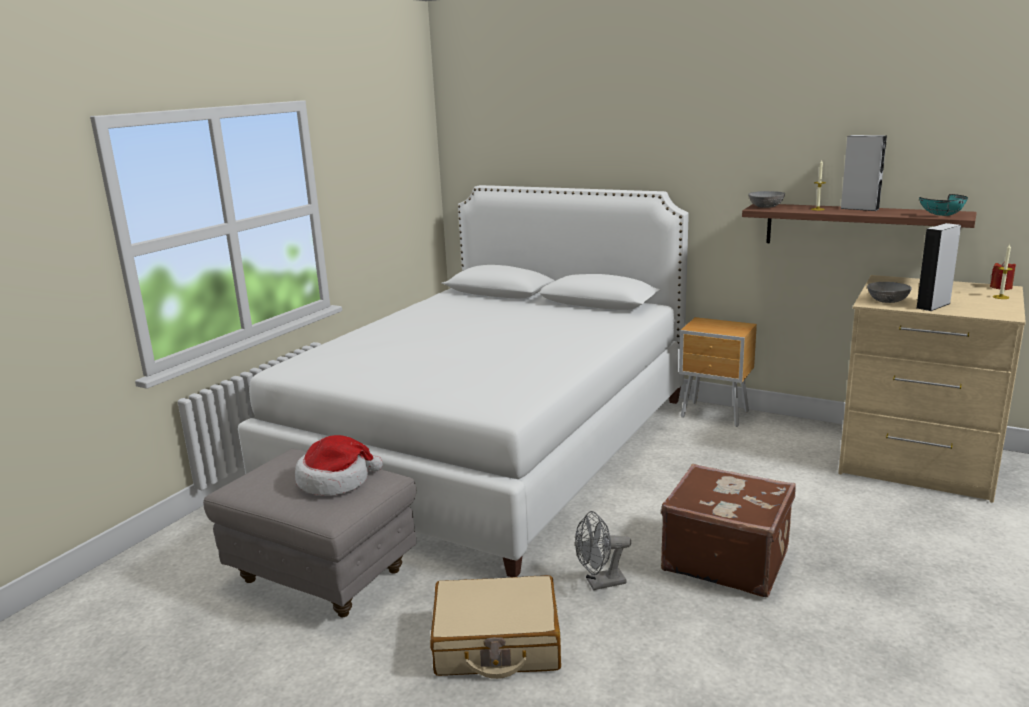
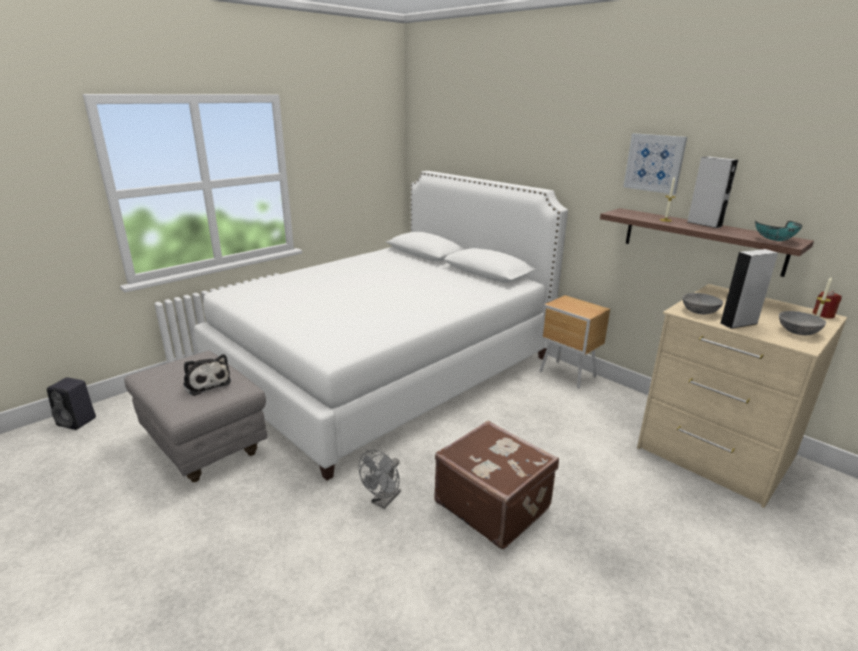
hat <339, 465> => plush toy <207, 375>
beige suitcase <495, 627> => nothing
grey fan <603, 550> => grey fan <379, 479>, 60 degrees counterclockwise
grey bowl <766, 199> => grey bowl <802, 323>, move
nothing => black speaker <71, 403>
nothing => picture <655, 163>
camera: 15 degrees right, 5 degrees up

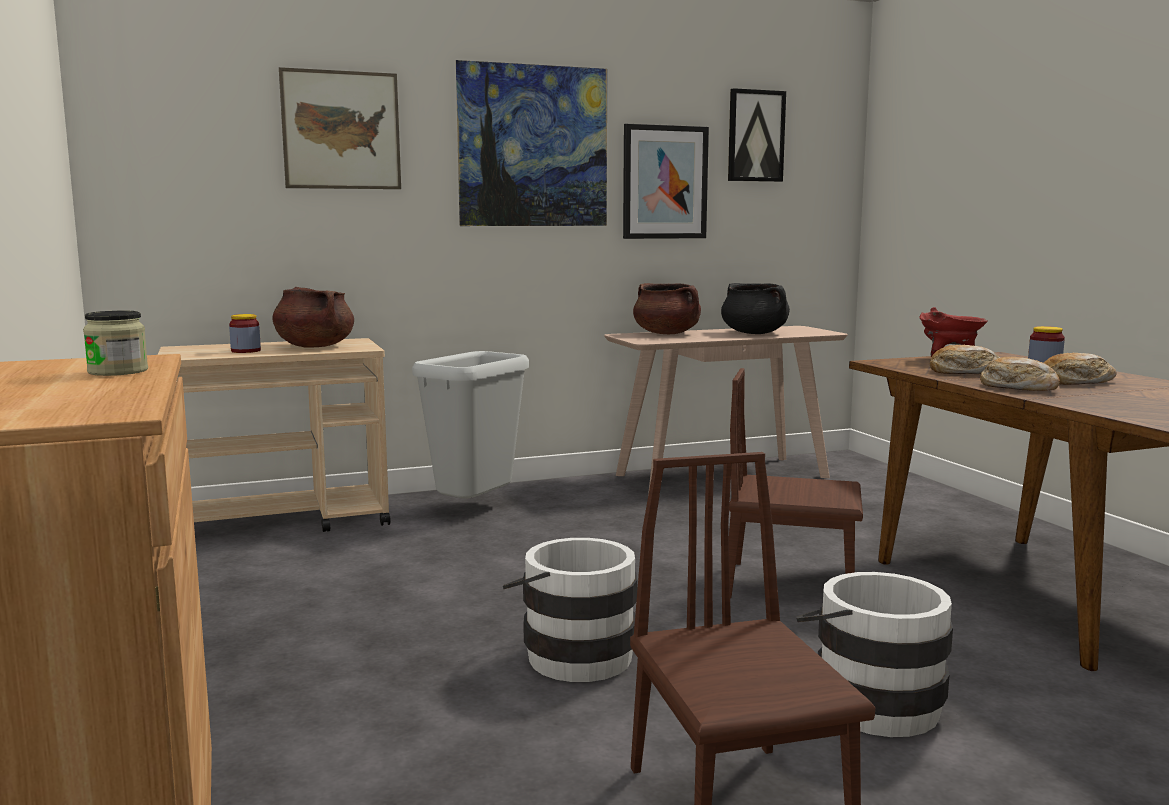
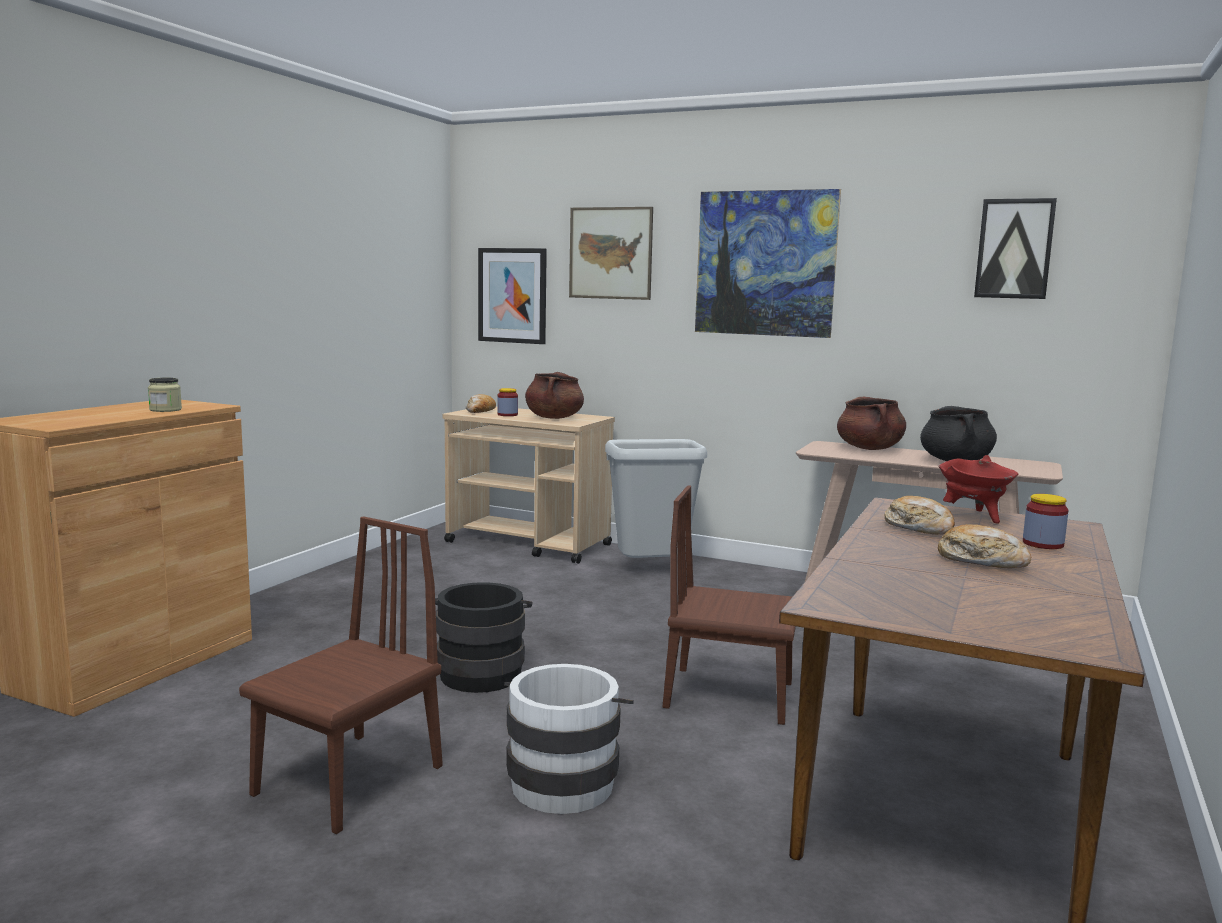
white bucket <570, 610> => black bucket <483, 637>
picture <666, 181> => picture <512, 296>, move
brown chair <796, 483> => brown chair <729, 605>, 45 degrees counterclockwise
bread <1020, 374> => bread <481, 403>, move
camera: 45 degrees right, 0 degrees up

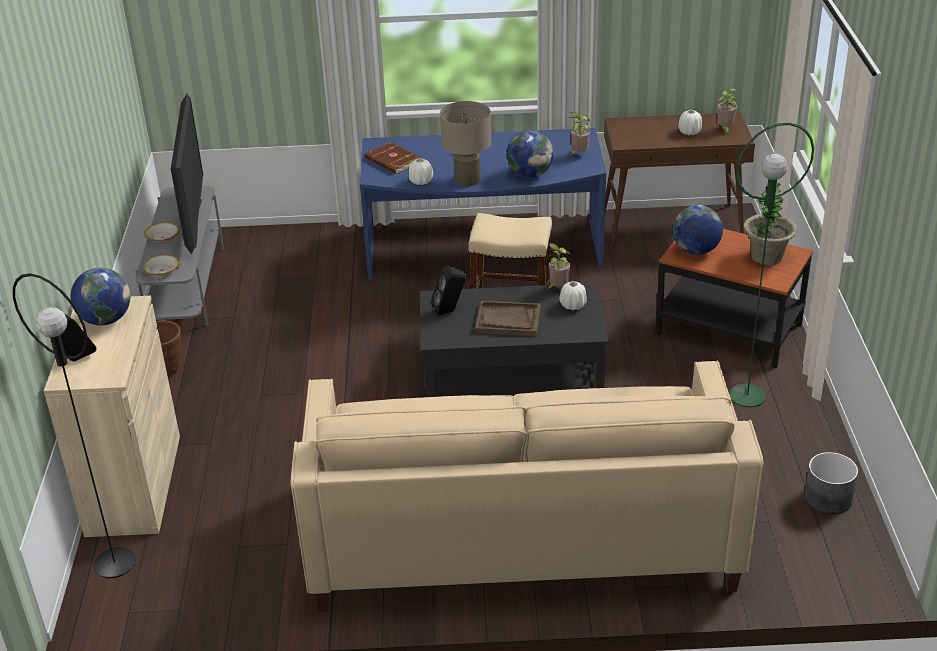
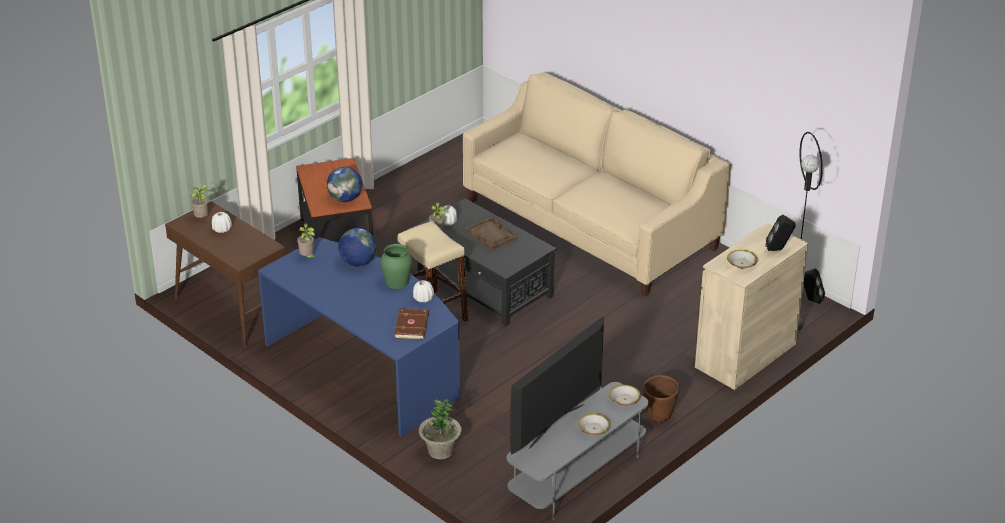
globe <100, 296> => bowl <742, 259>
black speaker <448, 290> => black speaker <814, 286>, move
beige table lamp <465, 144> => green vase <396, 266>
green floor lamp <771, 265> => nothing
potted plant <770, 224> => potted plant <440, 429>, move
grey planter <831, 483> => nothing
camera: 135 degrees left, 0 degrees up

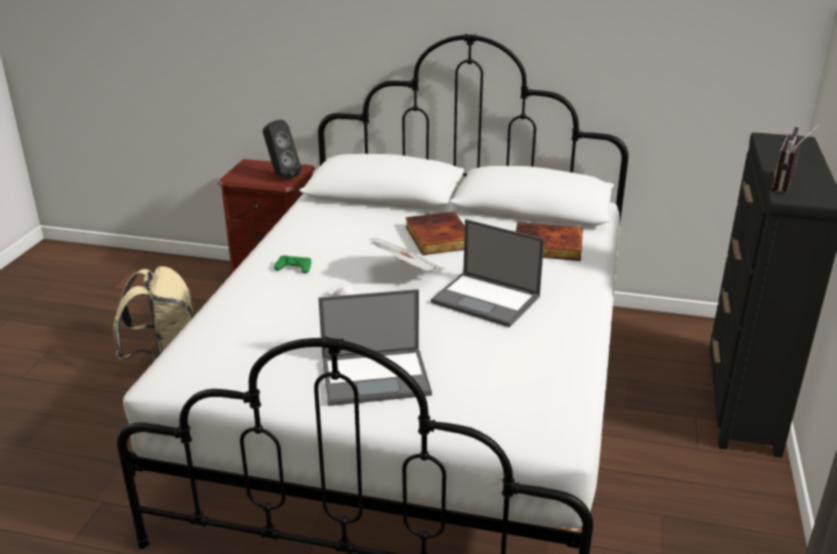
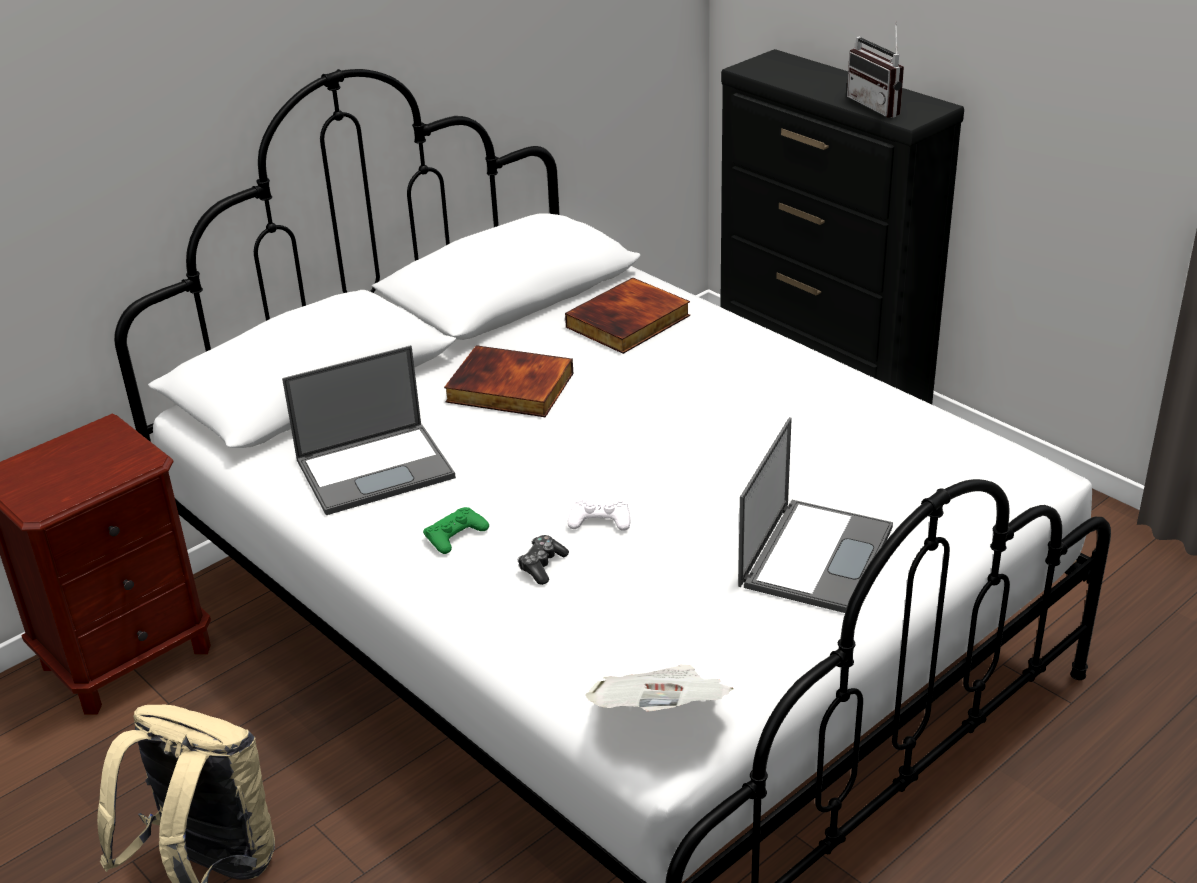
black speaker <282, 150> => nothing
newspaper <407, 255> => newspaper <660, 688>, move
laptop <487, 273> => laptop <369, 430>, move
nothing => game controller <543, 560>
camera: 55 degrees left, 5 degrees up

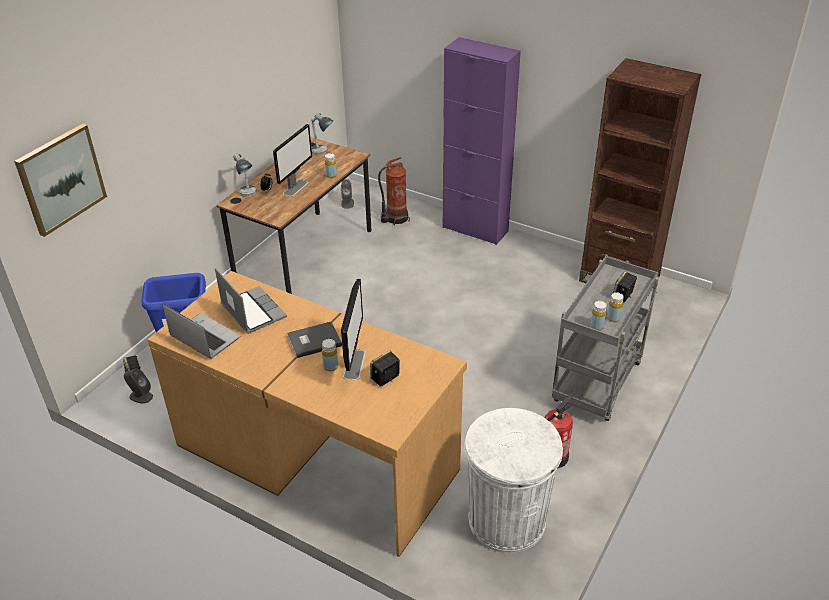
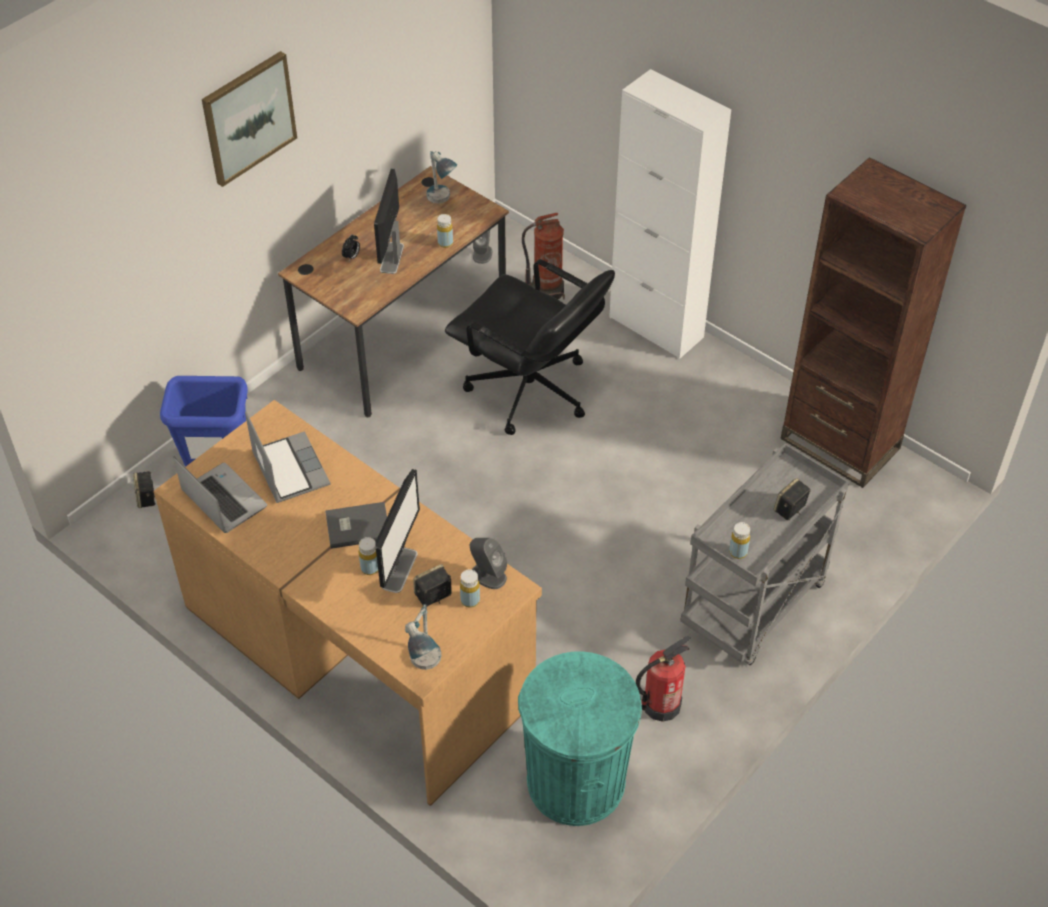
picture <60, 180> => picture <249, 119>, move
grey speaker <138, 386> => grey speaker <489, 563>, move
table lamp <245, 175> => table lamp <423, 637>, move
monitor <292, 160> => monitor <389, 221>, 150 degrees clockwise
purple cabinet <482, 141> => white cabinet <670, 214>
white trash can <513, 480> => turquoise trash can <580, 738>
yellow bottle <615, 307> => yellow bottle <470, 588>, move
nothing => black office chair <530, 347>
camera: 10 degrees right, 10 degrees up

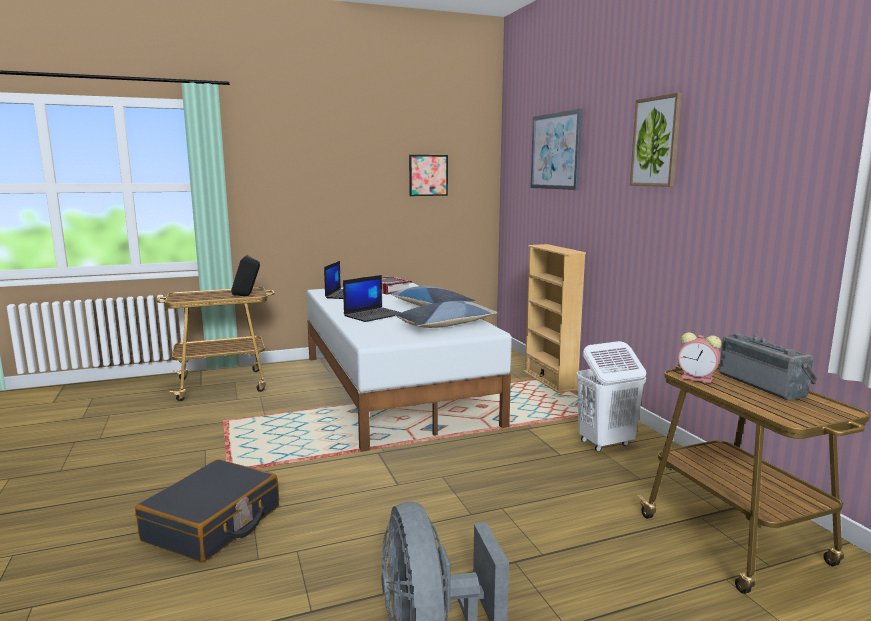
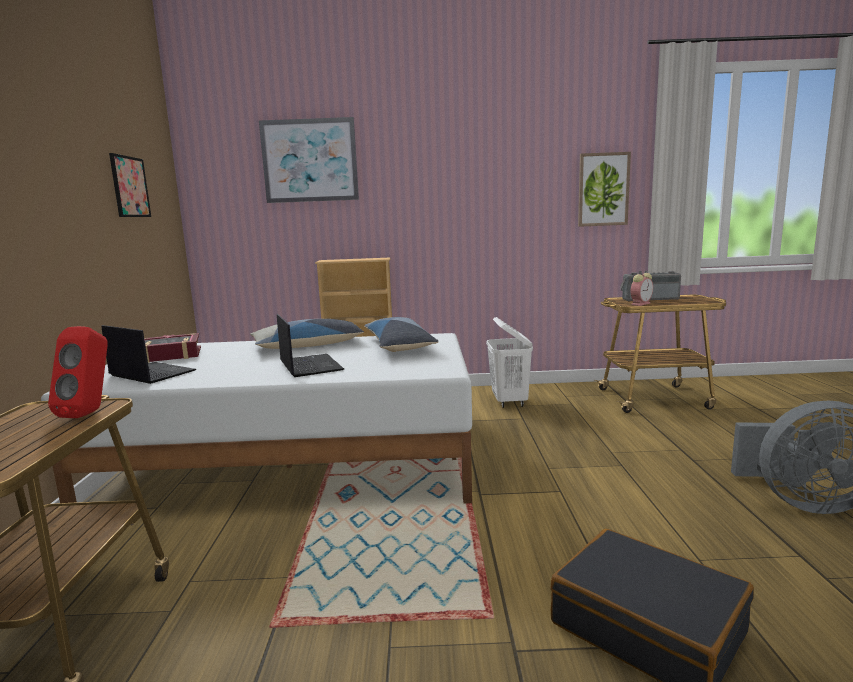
black speaker <245, 275> => red speaker <78, 372>
picture <656, 140> => picture <604, 189>, move
camera: 70 degrees left, 0 degrees up

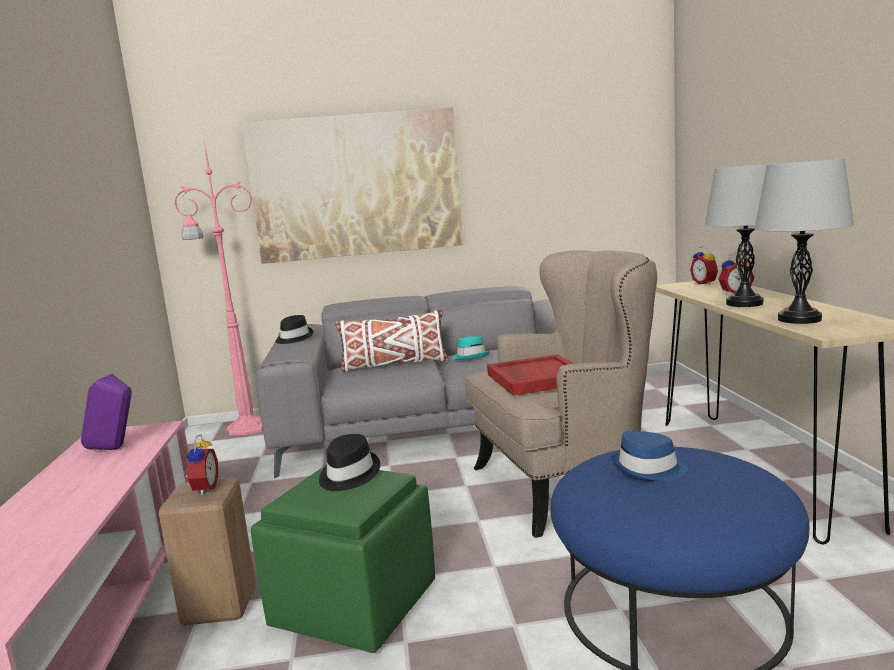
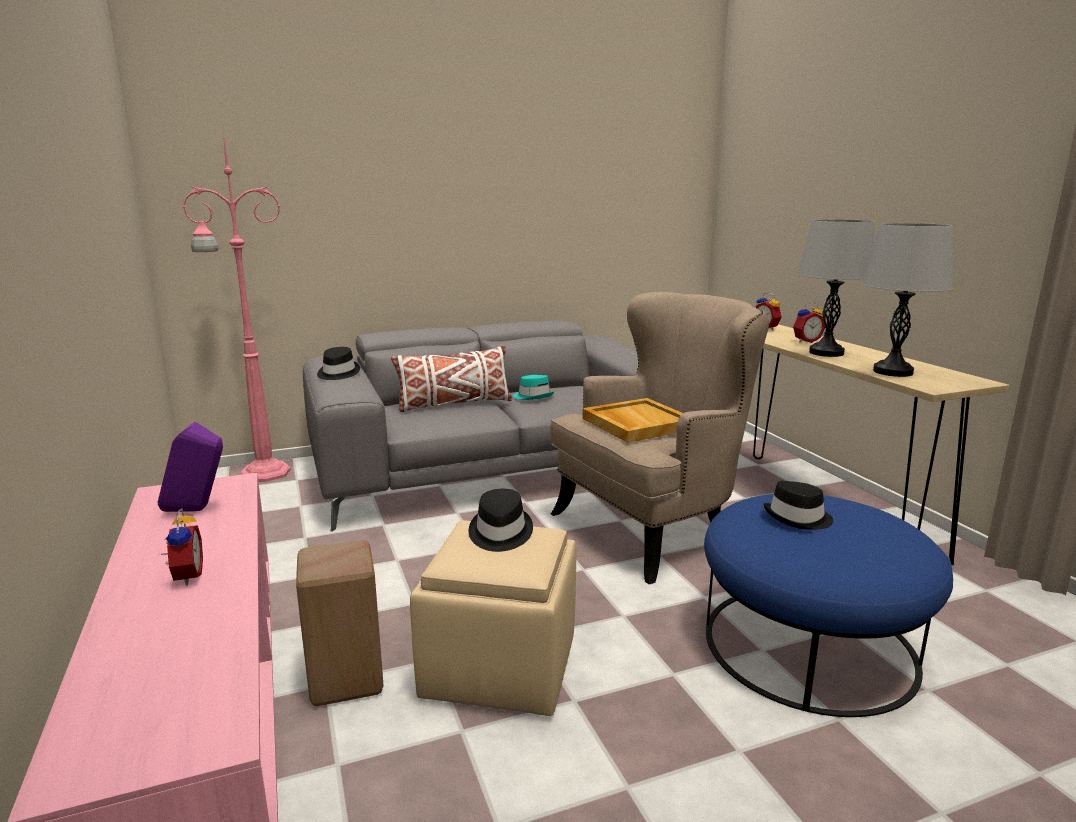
alarm clock <201, 465> => alarm clock <182, 547>, move
picture <352, 185> => nothing
green ottoman <343, 558> => beige ottoman <493, 618>
red tray <531, 375> => beige tray <632, 420>
blue hat <649, 456> => black hat <798, 505>
camera: 15 degrees left, 5 degrees up

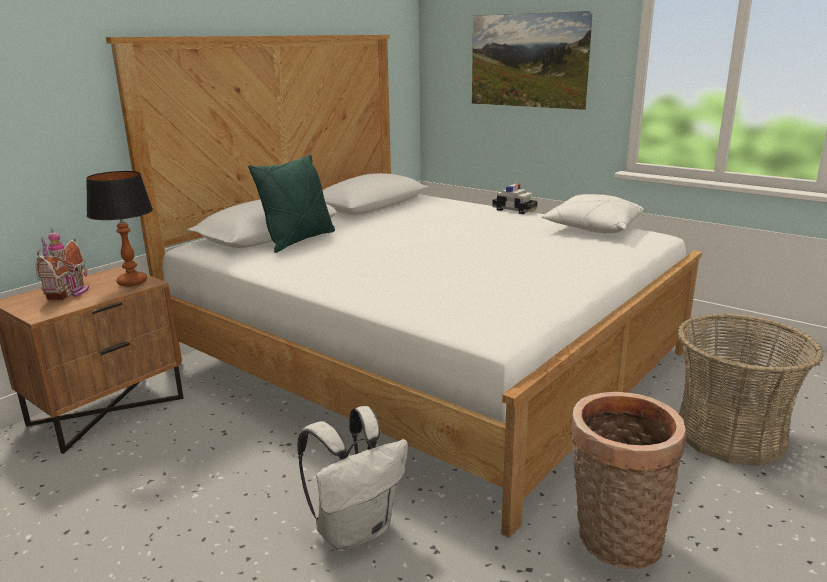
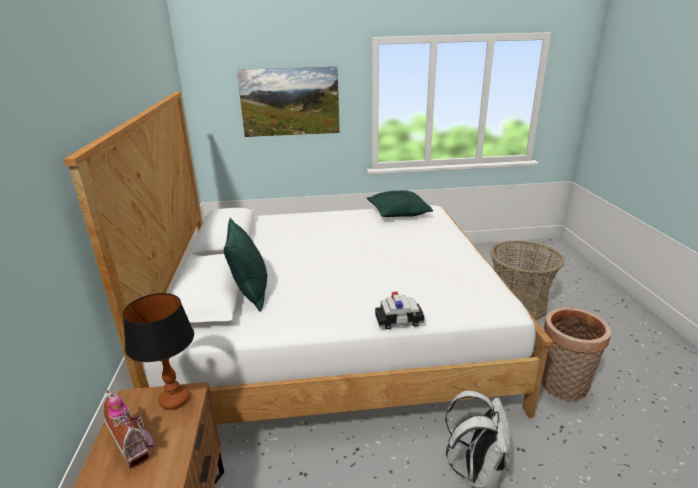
toy car <515, 198> => toy car <400, 310>, move
white pillow <592, 213> => green pillow <400, 203>
camera: 45 degrees left, 5 degrees up

